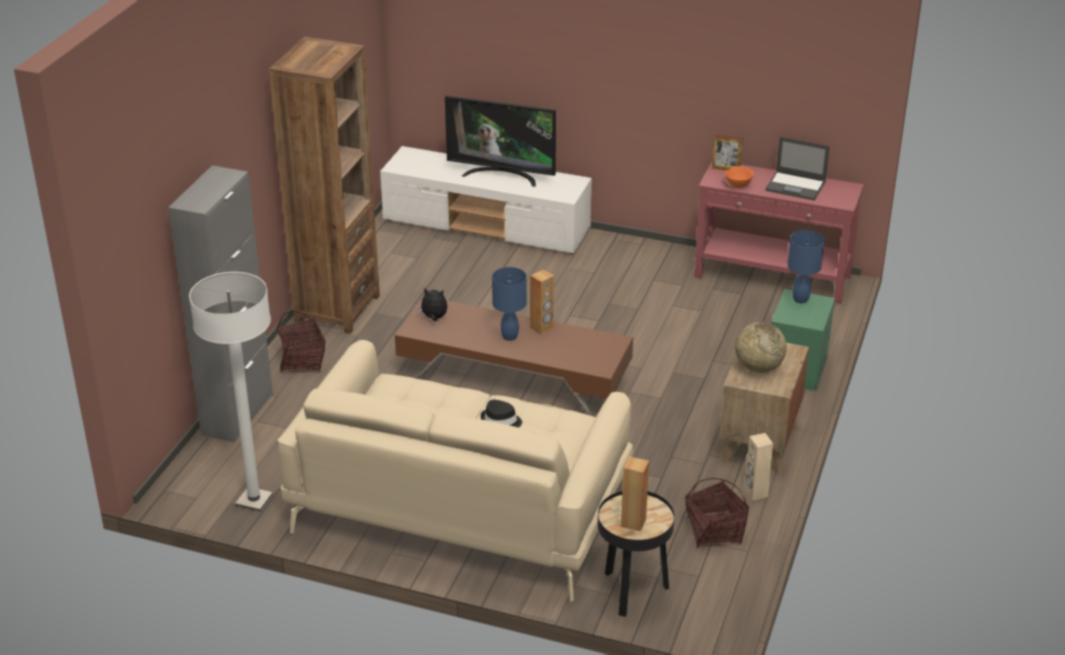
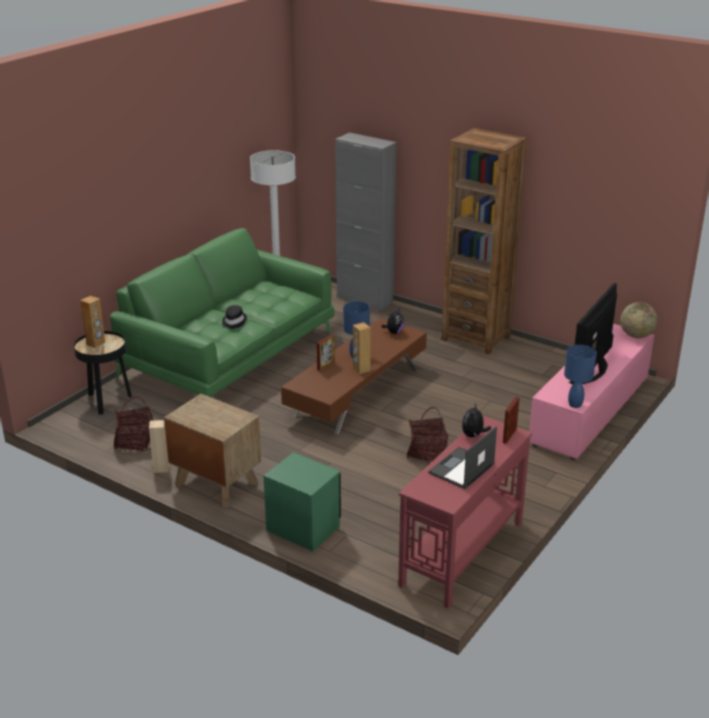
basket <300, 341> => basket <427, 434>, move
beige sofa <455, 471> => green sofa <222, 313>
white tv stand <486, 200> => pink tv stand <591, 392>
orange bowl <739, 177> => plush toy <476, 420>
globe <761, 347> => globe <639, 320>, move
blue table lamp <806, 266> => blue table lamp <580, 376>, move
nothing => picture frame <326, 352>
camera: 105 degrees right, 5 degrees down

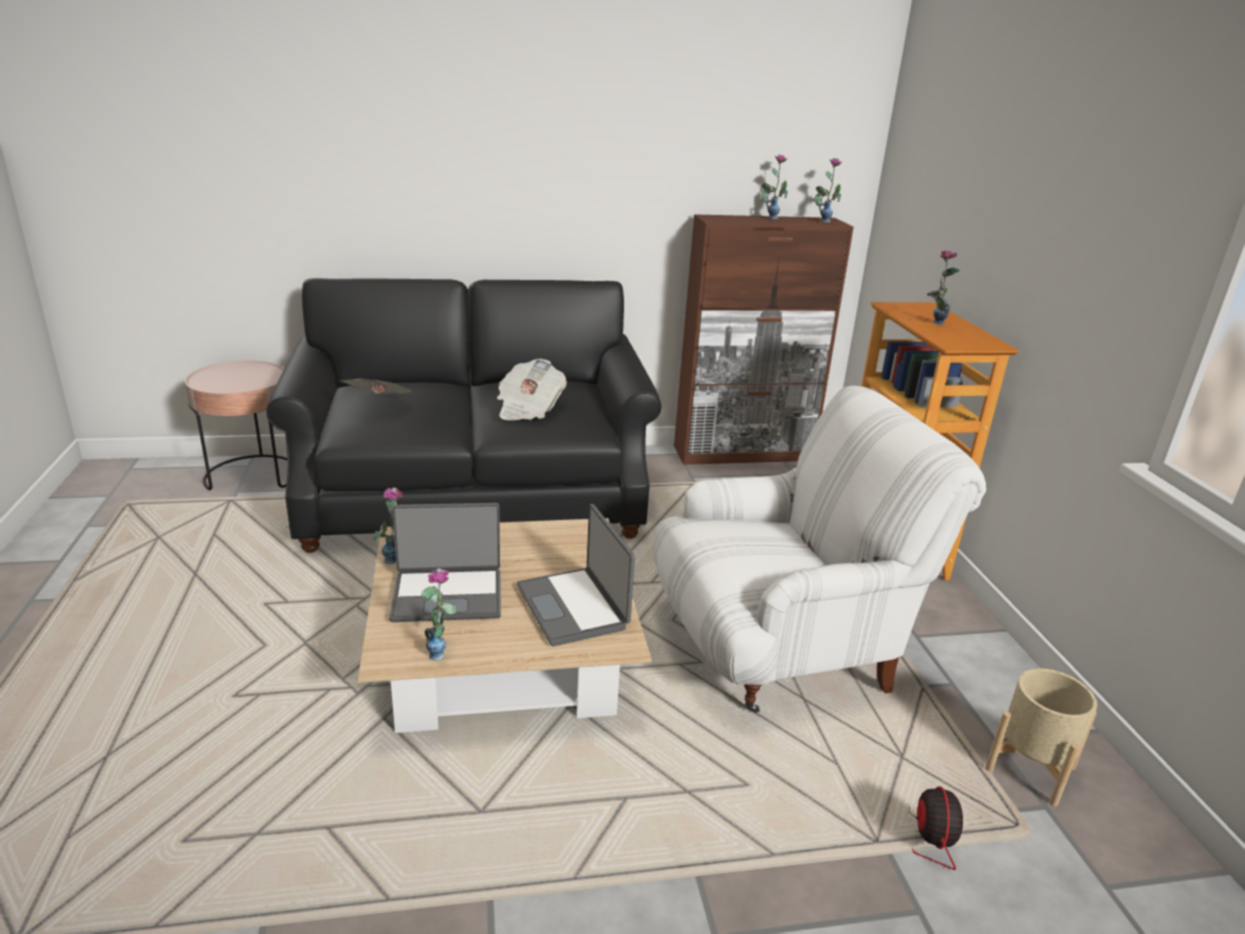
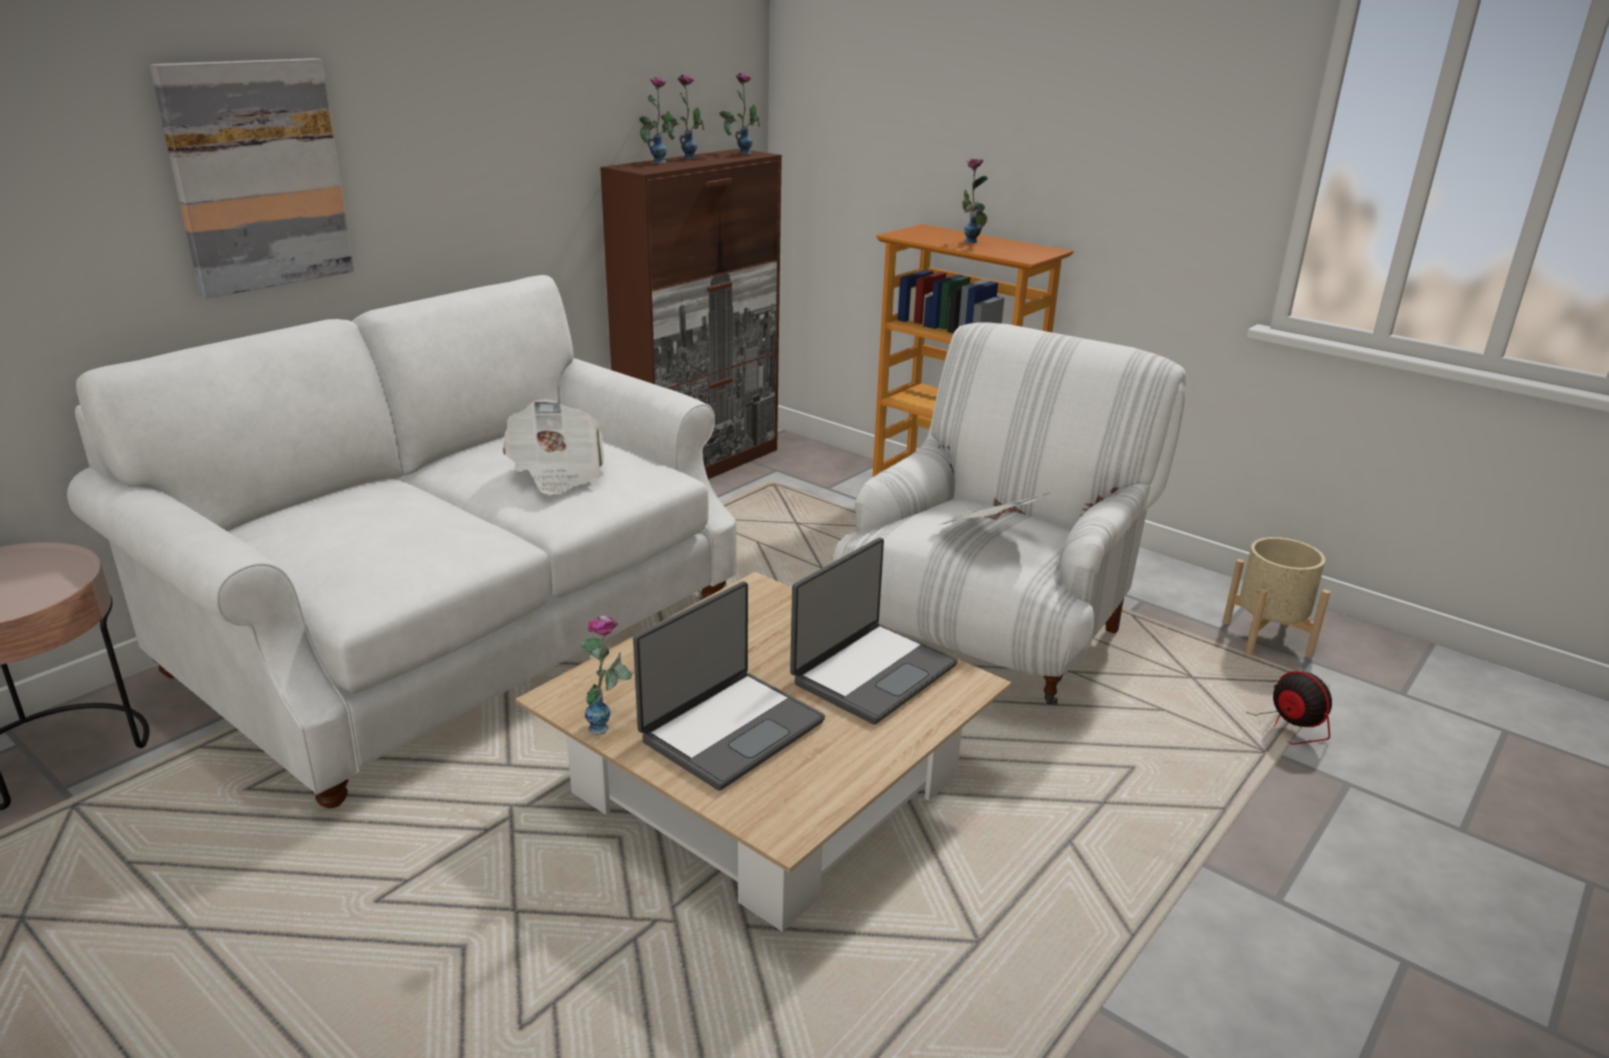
black sofa <463, 415> => white sofa <401, 541>
newspaper <377, 386> => newspaper <994, 509>, move
vase <438, 614> => vase <656, 120>, move
laptop <576, 575> => laptop <874, 631>, 75 degrees counterclockwise
nothing => picture <252, 178>
camera: 40 degrees left, 0 degrees up

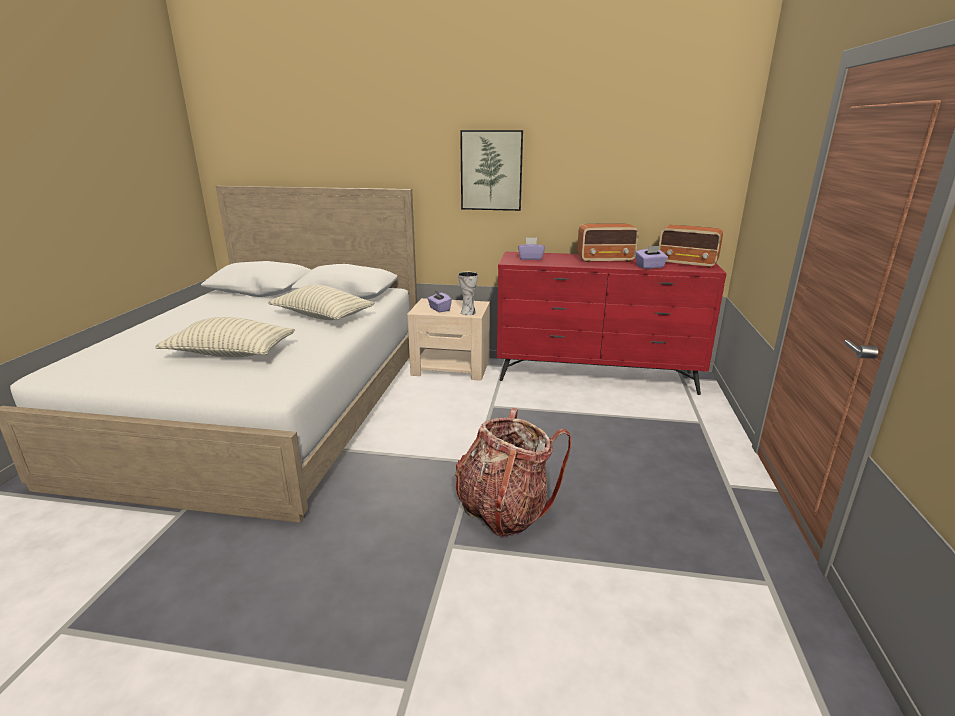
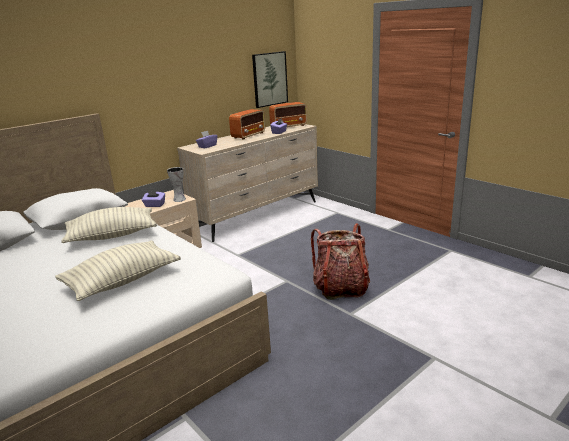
picture <491, 170> => picture <270, 79>, move
red dresser <612, 323> => beige dresser <247, 183>
camera: 50 degrees left, 0 degrees up

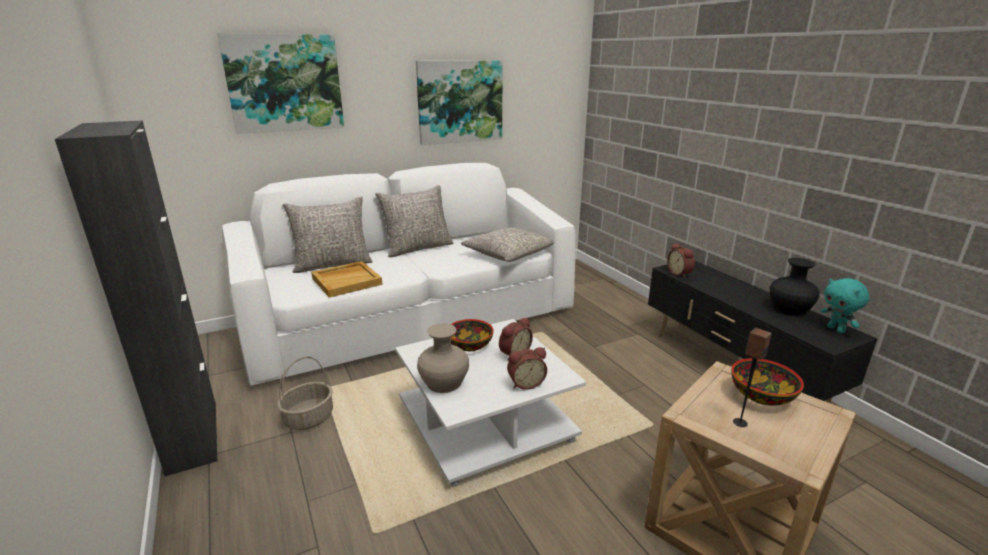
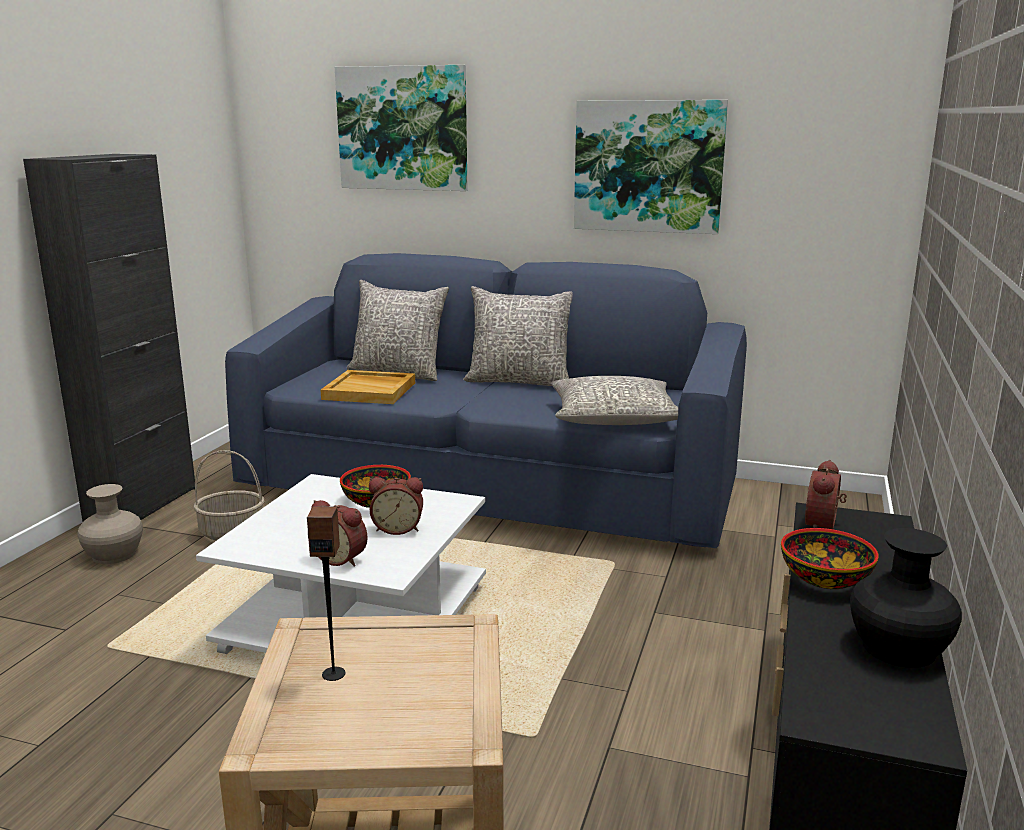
white sofa <399, 274> => blue sofa <486, 400>
beige vase <443, 358> => beige vase <110, 524>, move
bowl <767, 382> => bowl <830, 558>, move
turquoise plush toy <845, 305> => nothing
camera: 45 degrees right, 5 degrees down

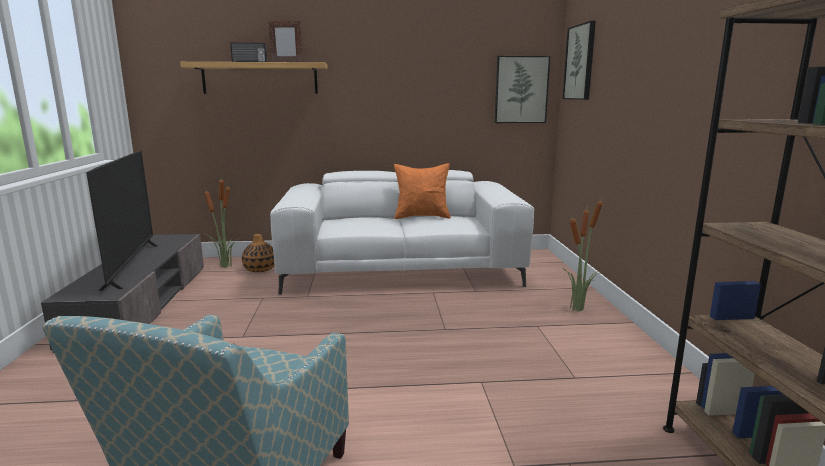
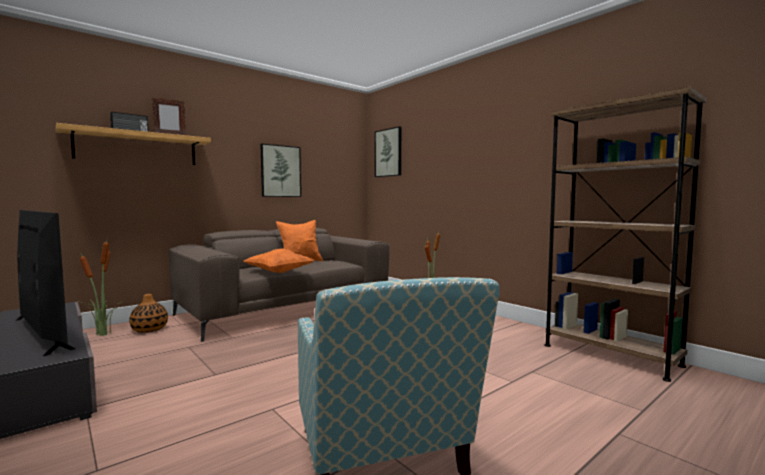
white sofa <402, 232> => brown sofa <279, 285>
picture <522, 89> => picture <280, 170>, move
nothing => orange pillow <279, 261>
camera: 35 degrees left, 10 degrees down

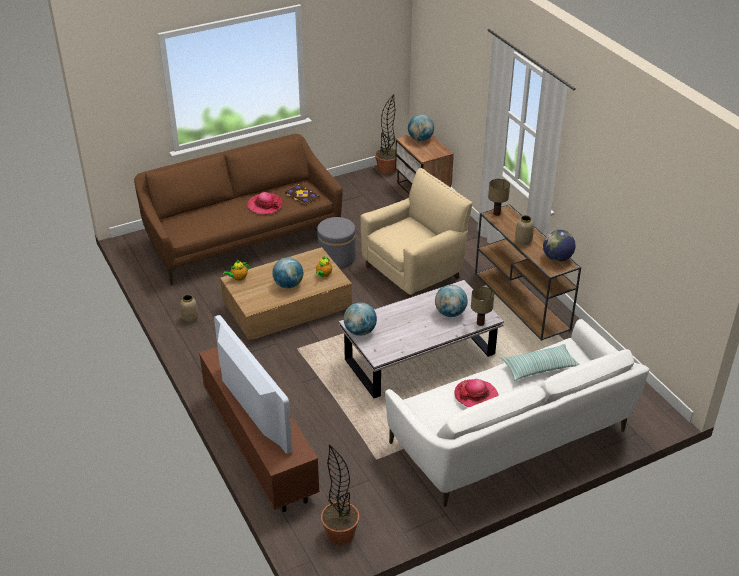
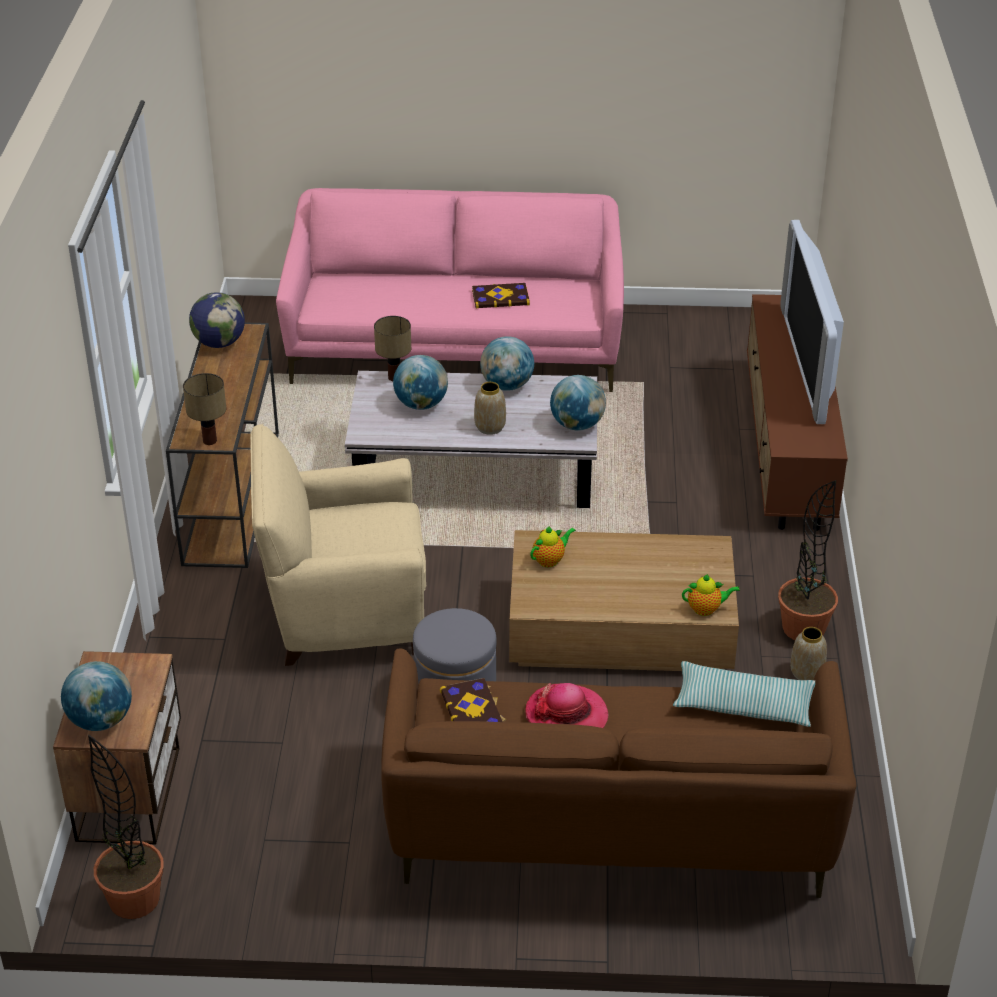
globe <287, 272> => globe <507, 363>, move
potted plant <340, 494> => potted plant <808, 560>, move
white sofa <517, 413> => pink sofa <450, 290>
hat <476, 393> => book <501, 295>
pillow <540, 362> => pillow <744, 694>, move
vase <524, 230> => vase <490, 408>, move
camera: 150 degrees left, 0 degrees up

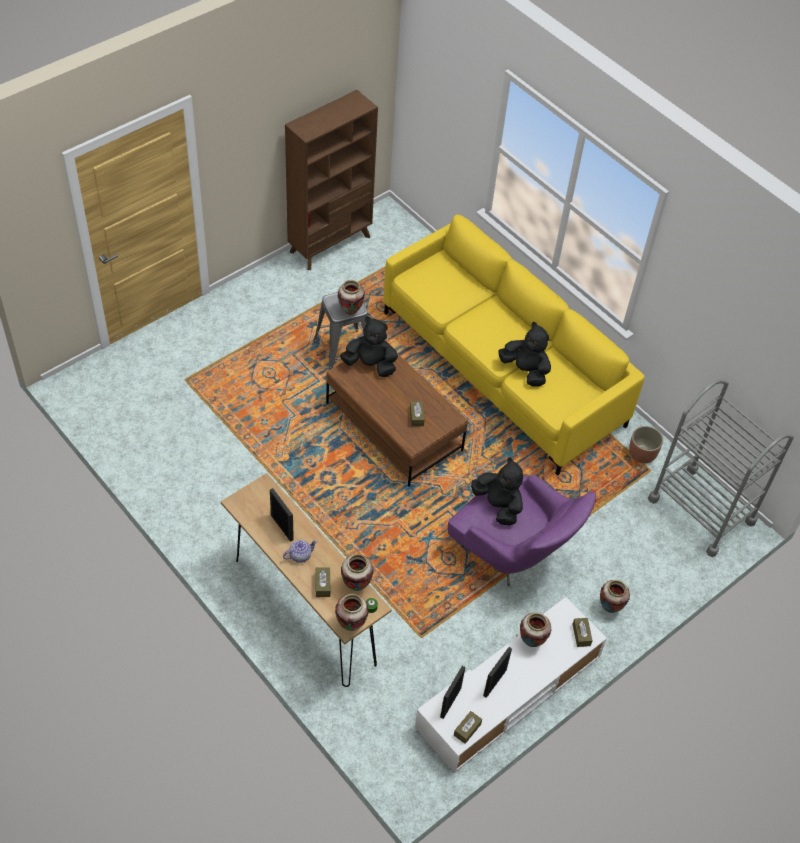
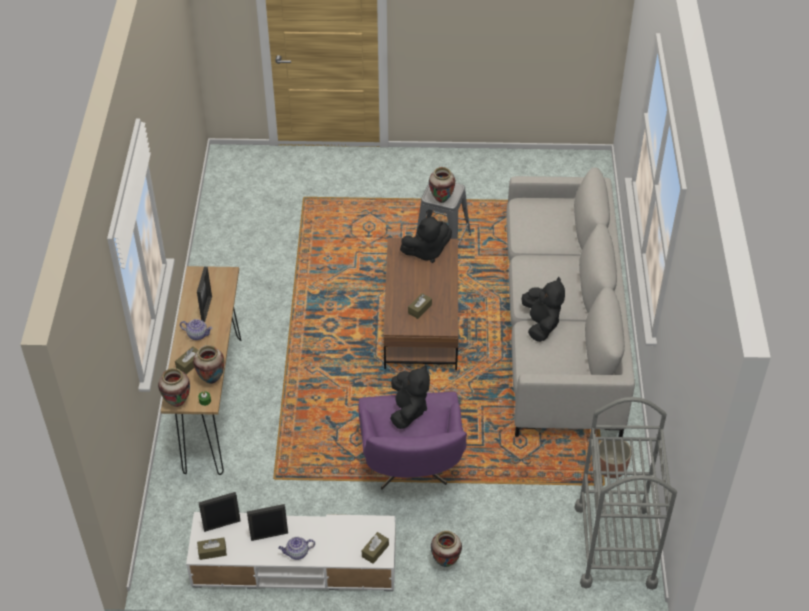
brown bookcase <331, 180> => nothing
black plush toy <369, 347> => black plush toy <426, 240>, 105 degrees clockwise
yellow sofa <514, 345> => grey sofa <570, 302>
vase <535, 629> => nothing
nothing => teapot <296, 548>
camera: 45 degrees right, 5 degrees down

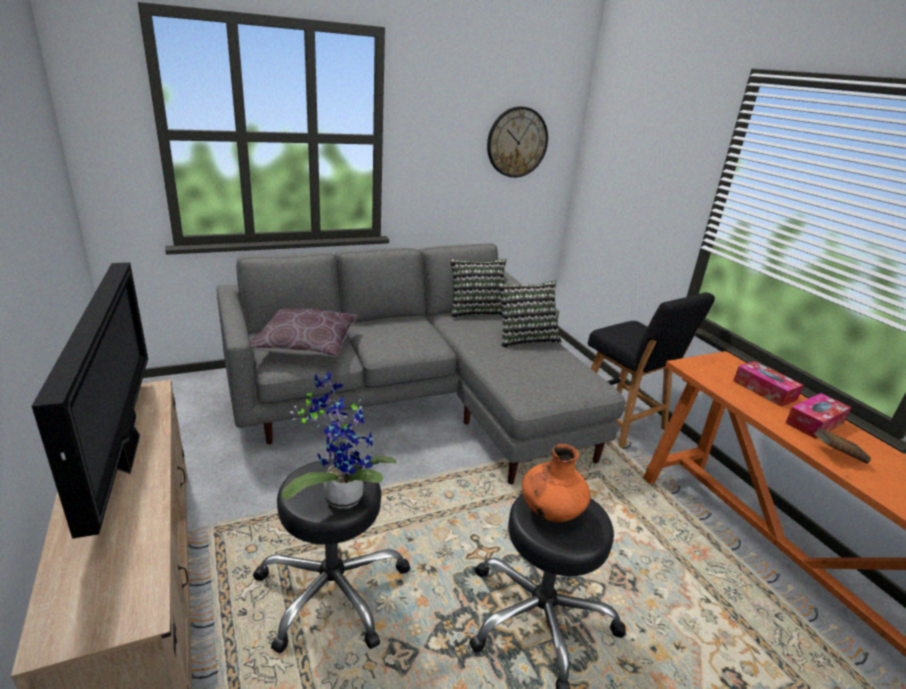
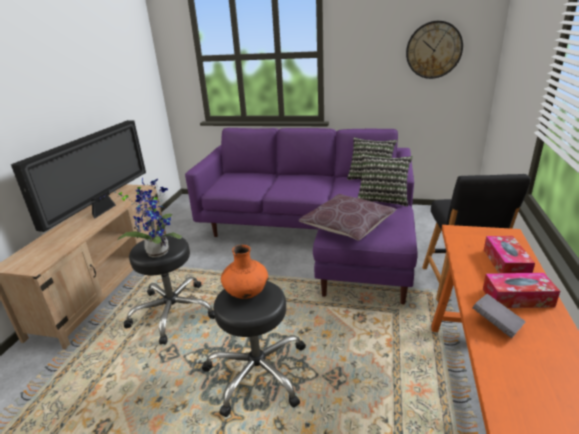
grey sofa <420, 363> => purple sofa <301, 216>
brown pillow <304, 332> => brown pillow <347, 217>, move
brown book <842, 445> => grey book <498, 316>
camera: 40 degrees right, 0 degrees up

